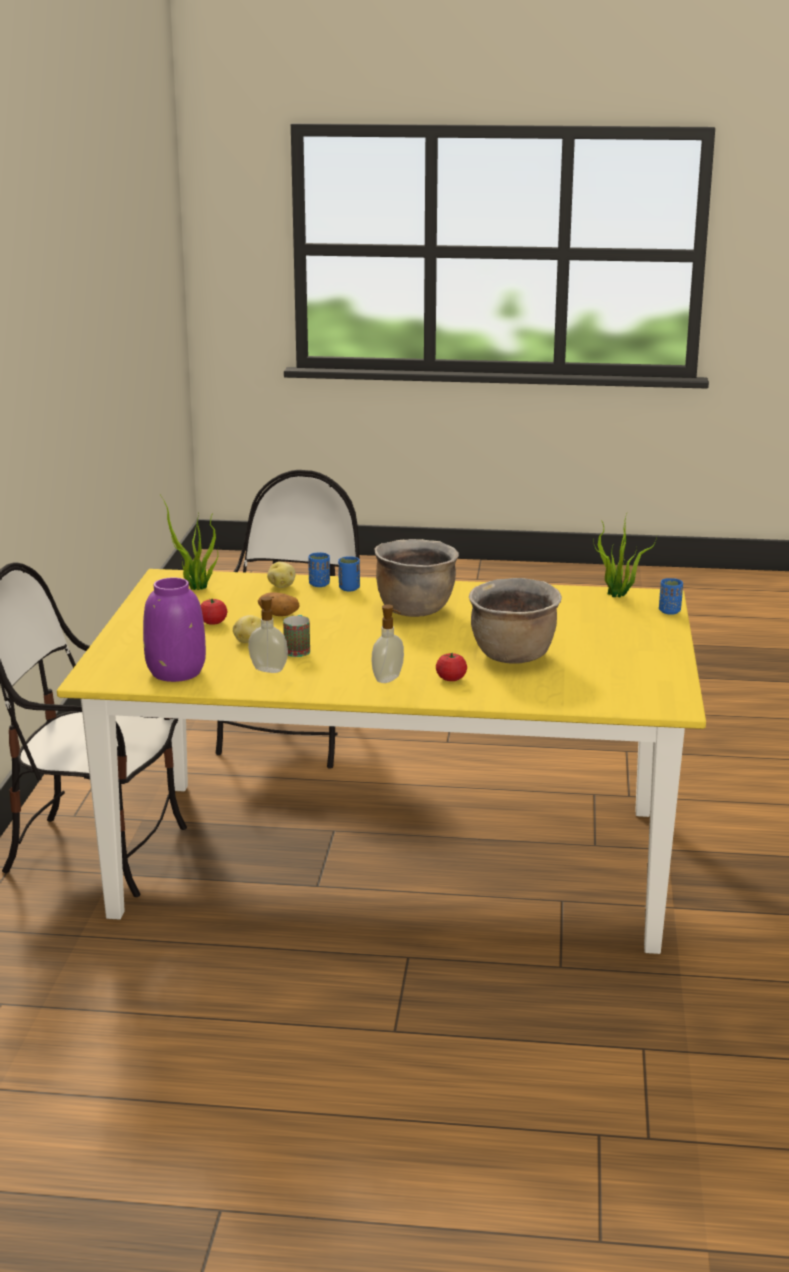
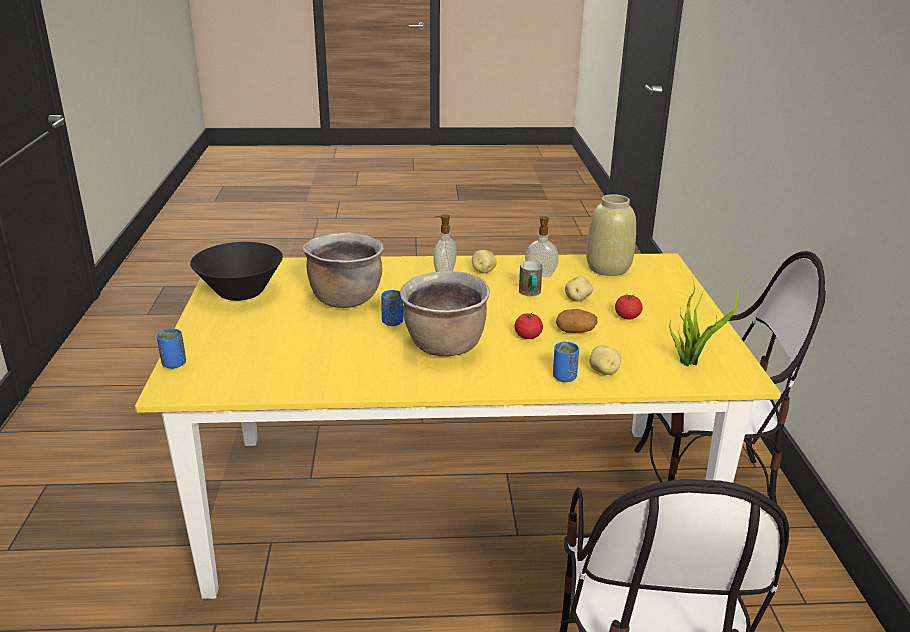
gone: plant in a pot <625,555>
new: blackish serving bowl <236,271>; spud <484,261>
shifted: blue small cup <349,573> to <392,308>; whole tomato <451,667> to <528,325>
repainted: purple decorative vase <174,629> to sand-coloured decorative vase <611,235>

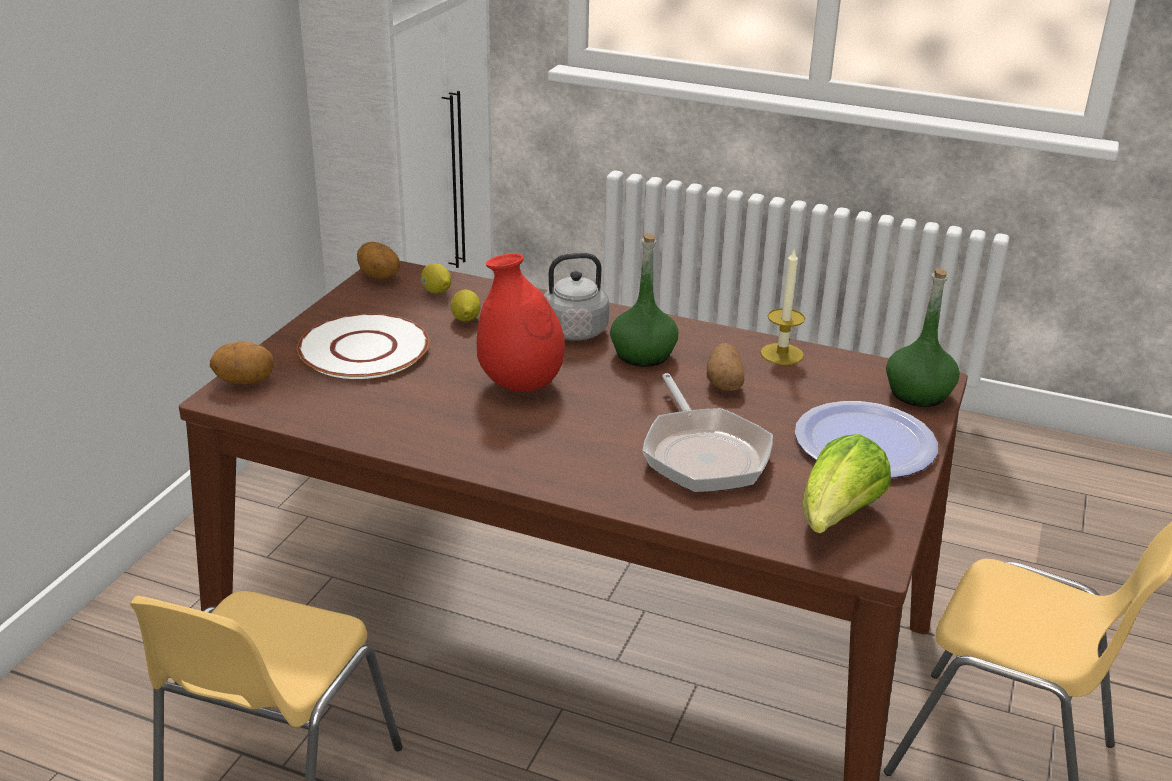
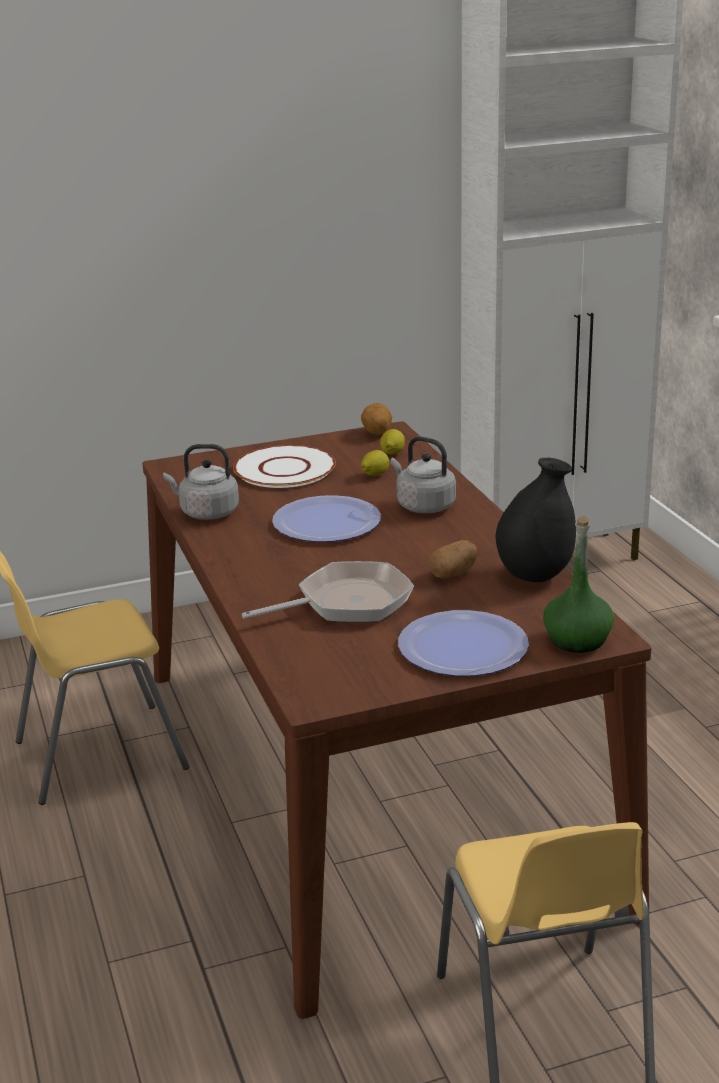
gone: spud <242,362>; greenish bottle <644,300>; head of lettuce <846,484>
new: greyish water kettle <201,482>
swapped: red-coloured decorative vase <521,322> to dinner plate <326,518>; wax light <782,306> to blackish decorative vase <535,520>
rotated: frying pan <707,432> = <328,591> 150 degrees counterclockwise

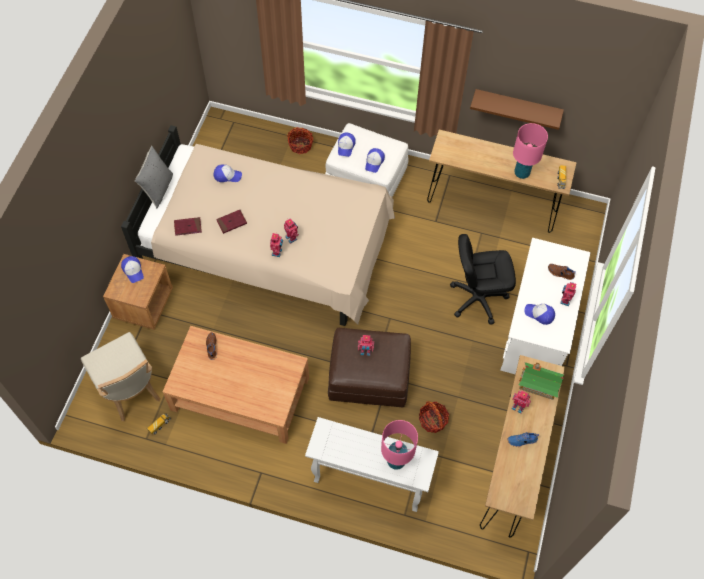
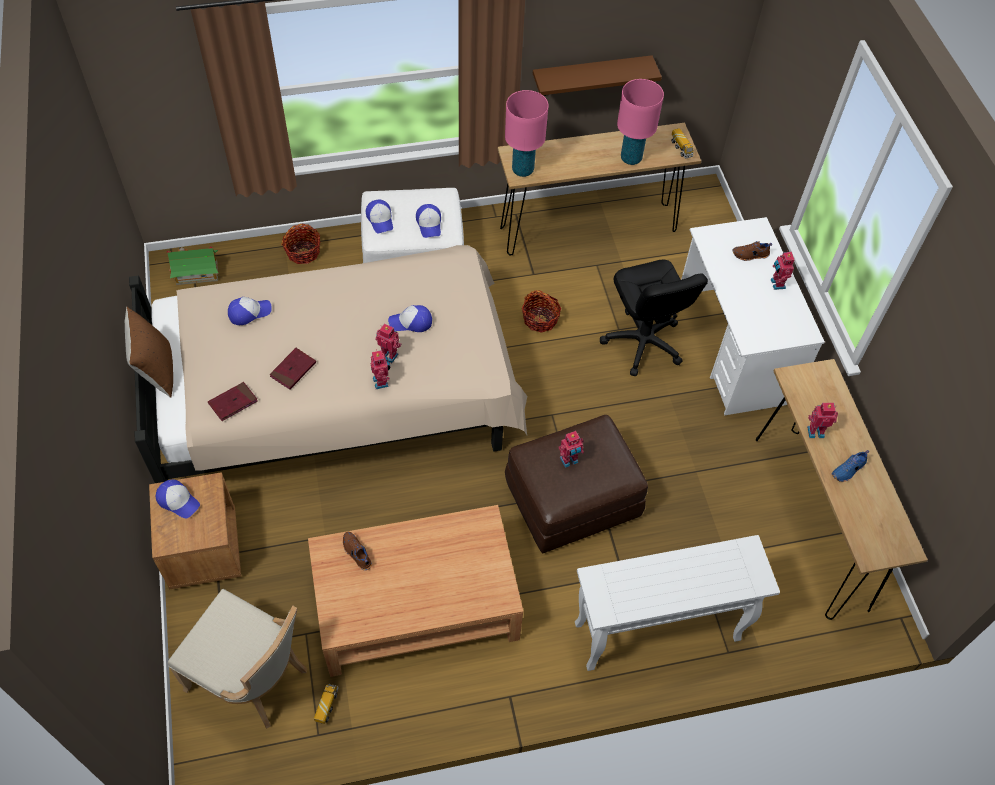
shifted: pinkish tabletop lamp <399,445> to <527,133>; storage basket <434,417> to <541,311>; model house <541,381> to <192,265>; cap <539,314> to <410,318>
repainted: greyish pillow <154,177> to brown pillow <149,352>
rotated: blackish computer chair <483,279> = <654,318> 75 degrees counterclockwise

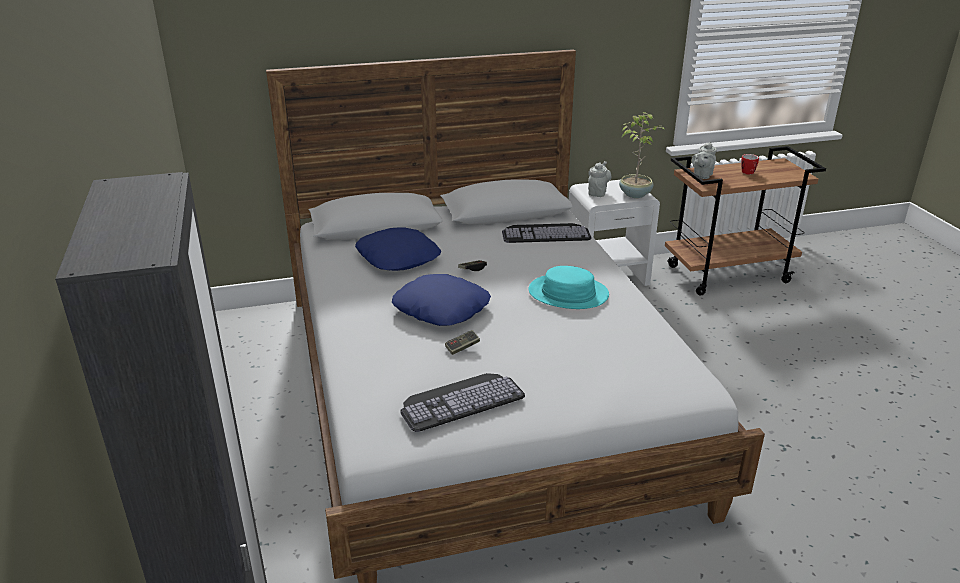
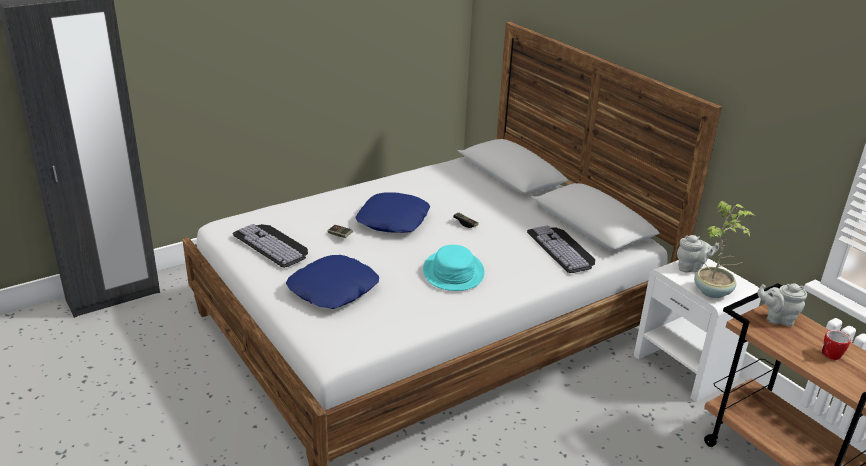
shifted: blue pillow <398,249> to <332,282>

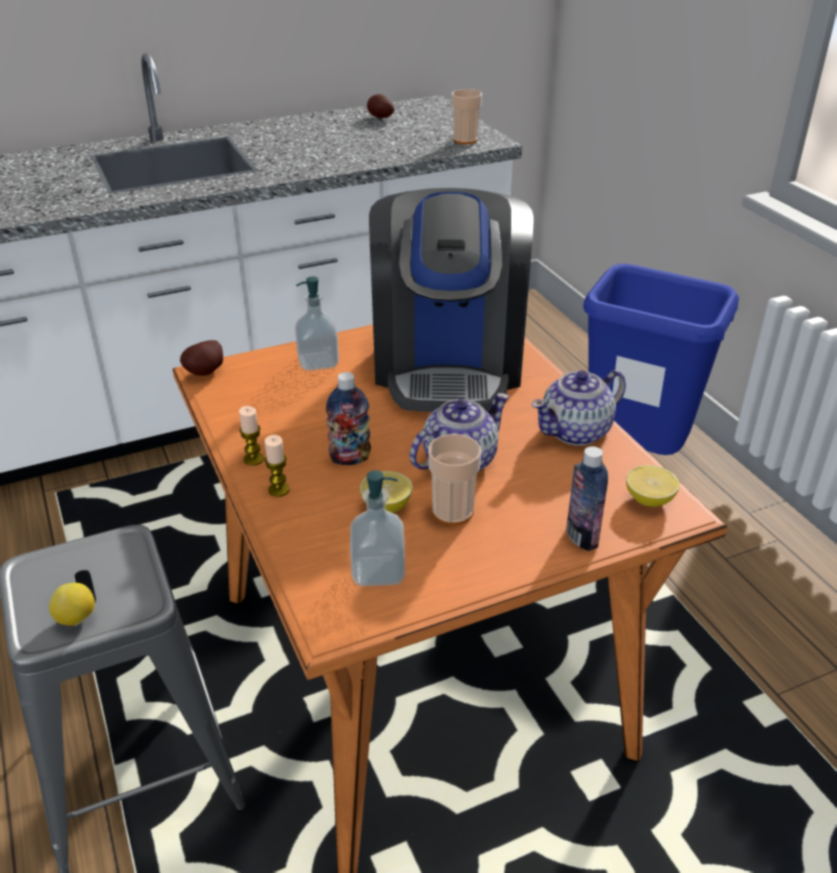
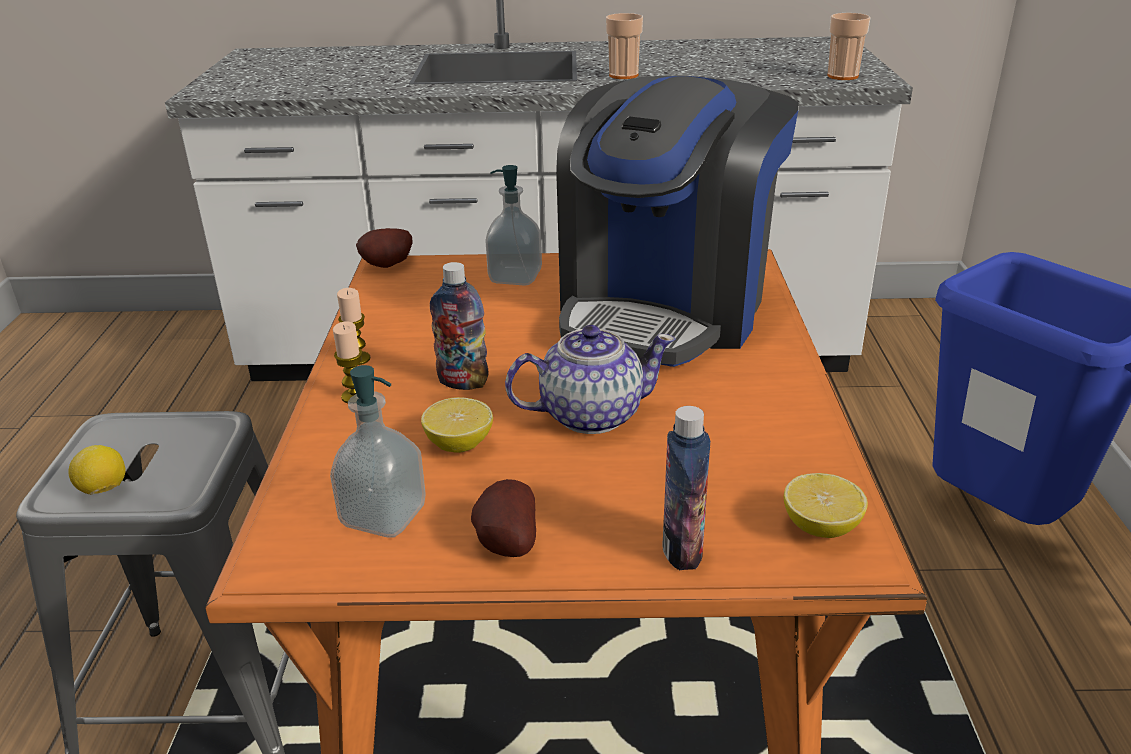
gone: teapot <579,408>
shifted: spud <380,106> to <503,518>; small cup <454,479> to <624,46>

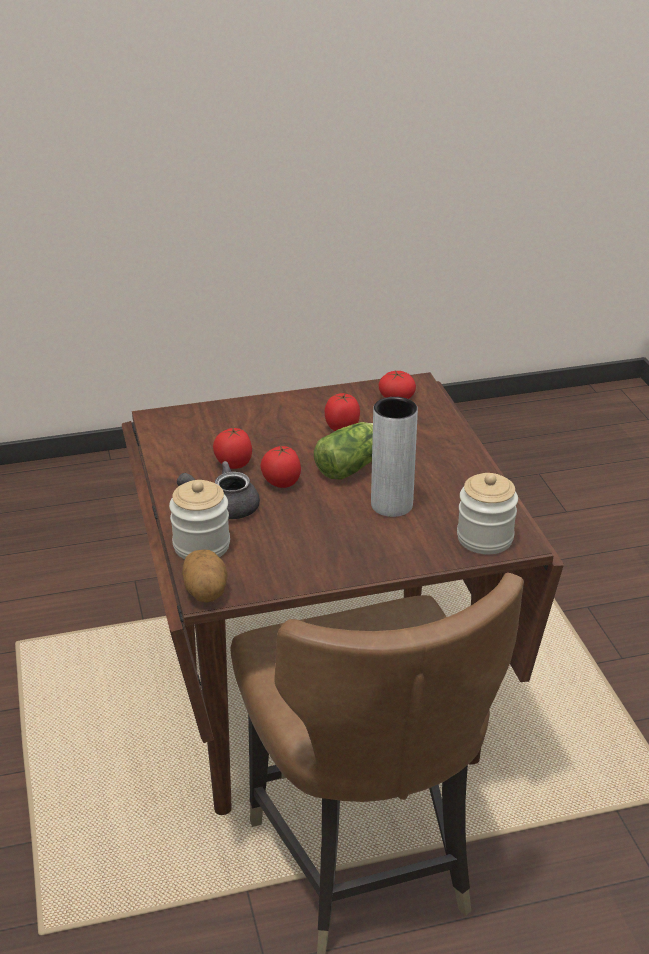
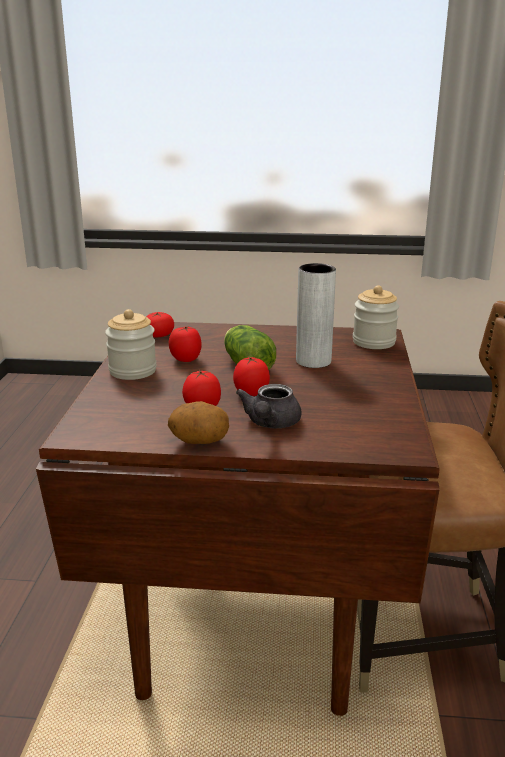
shifted: preserve jar <199,519> to <131,344>; spud <205,576> to <198,422>

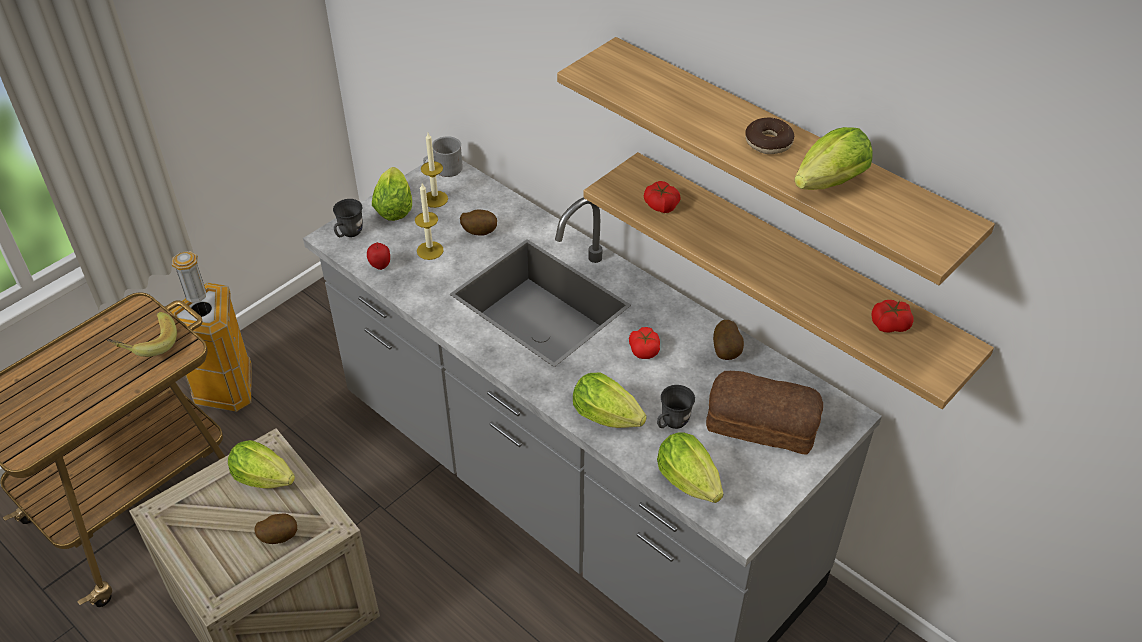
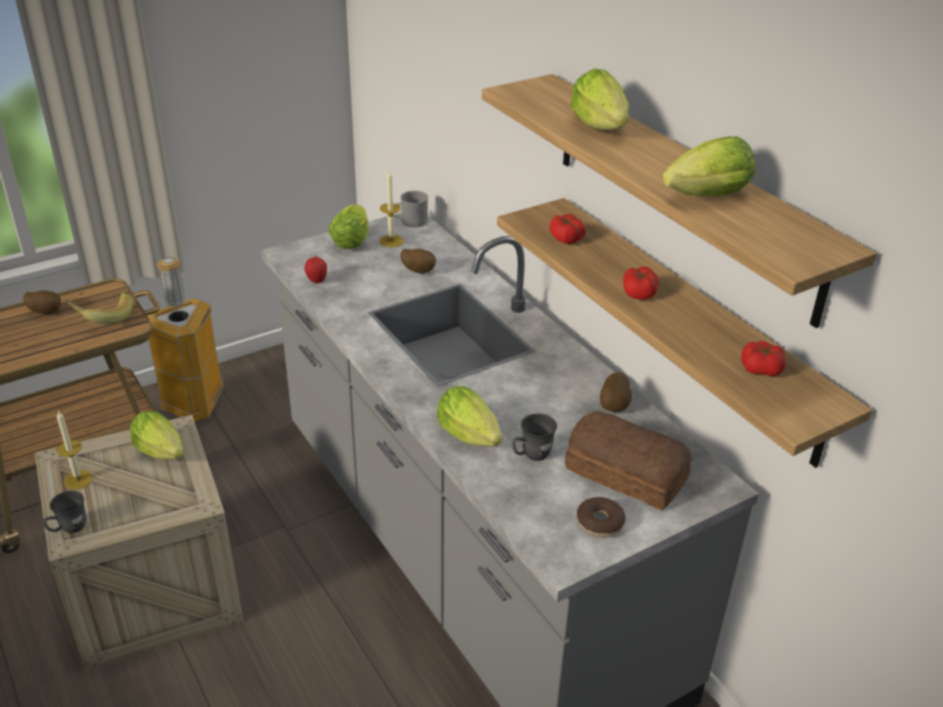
shifted: spud <275,528> to <42,302>; greyish mug <348,218> to <64,512>; wax light <429,222> to <74,450>; whole tomato <644,343> to <641,283>; head of lettuce <690,467> to <599,99>; donut <769,136> to <601,517>

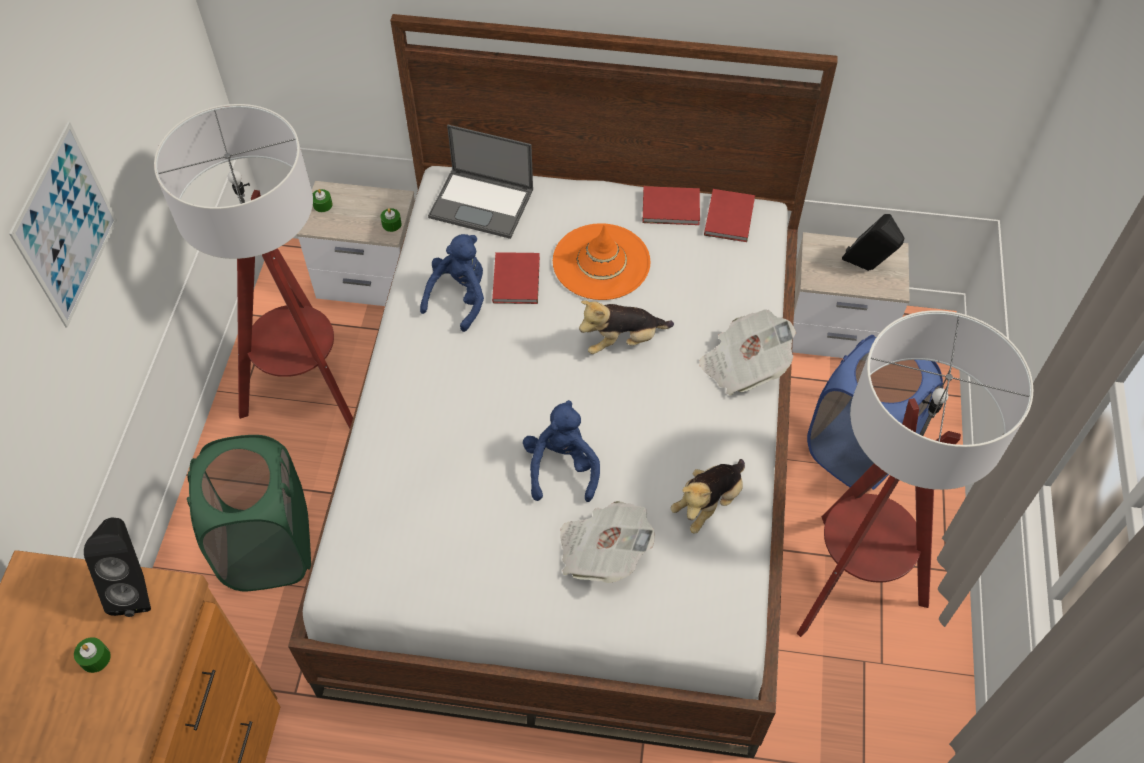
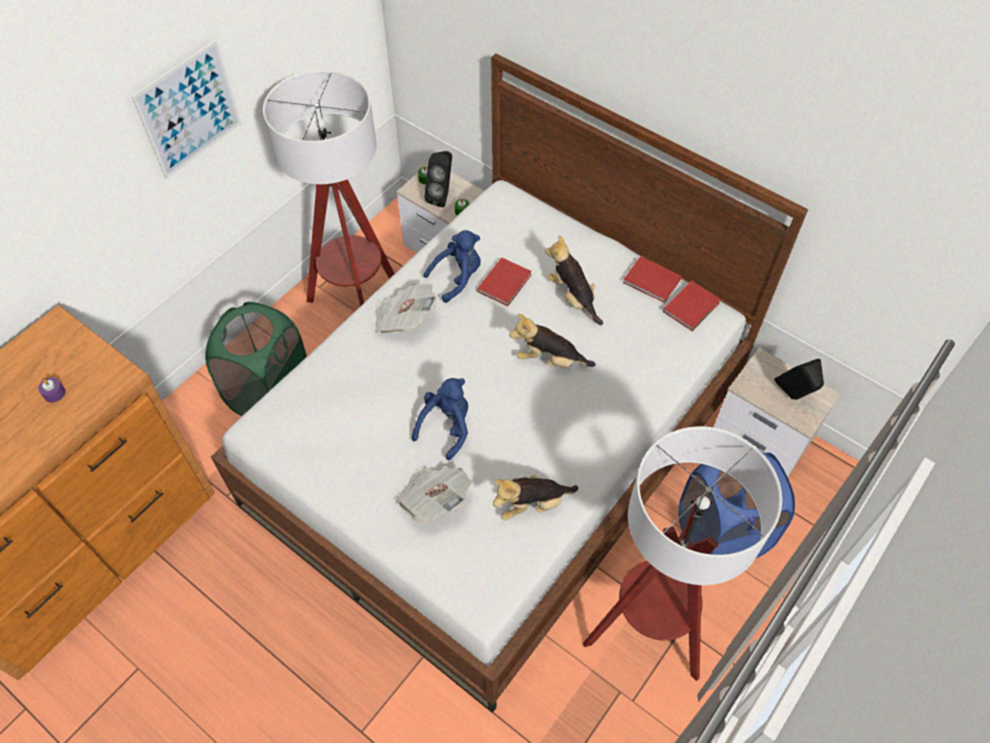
gone: notebook computer <480,182>
shifted: blackish speaker <117,567> to <438,179>; newspaper <747,352> to <405,308>
swapped: orangey hat <601,261> to soft toy <574,280>
repainted: greenish wax light <92,655> to purple wax light <51,390>

